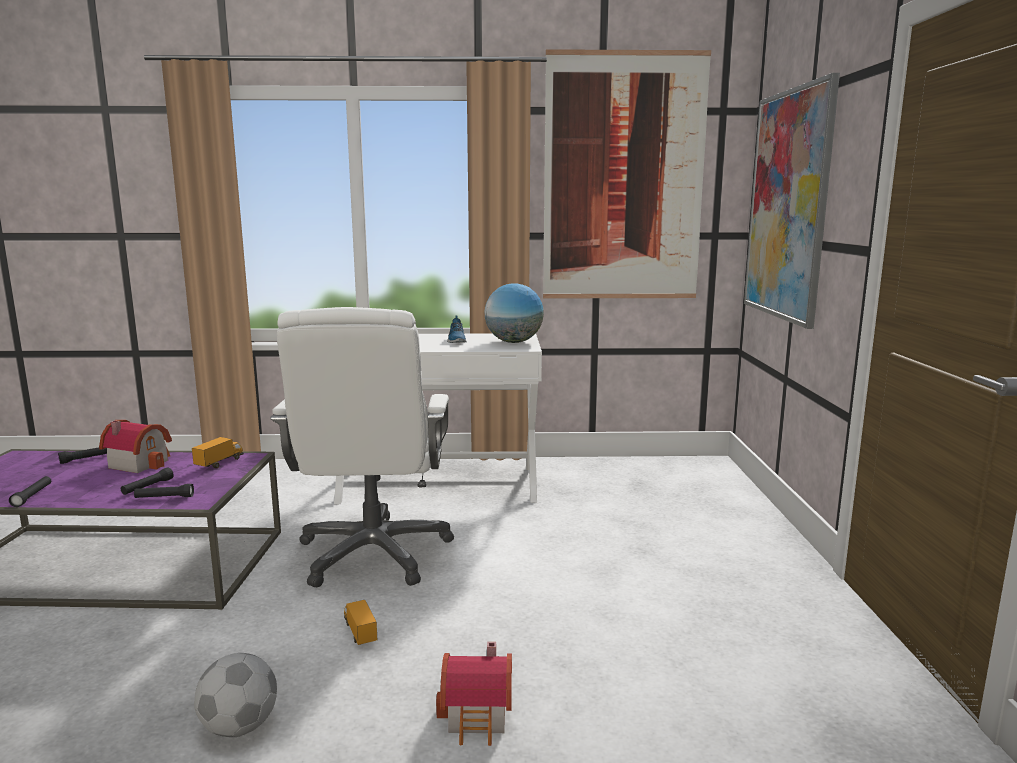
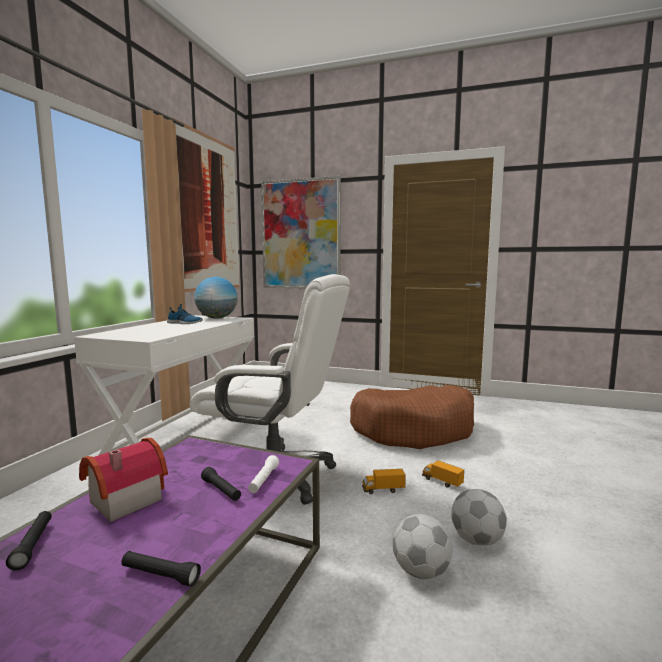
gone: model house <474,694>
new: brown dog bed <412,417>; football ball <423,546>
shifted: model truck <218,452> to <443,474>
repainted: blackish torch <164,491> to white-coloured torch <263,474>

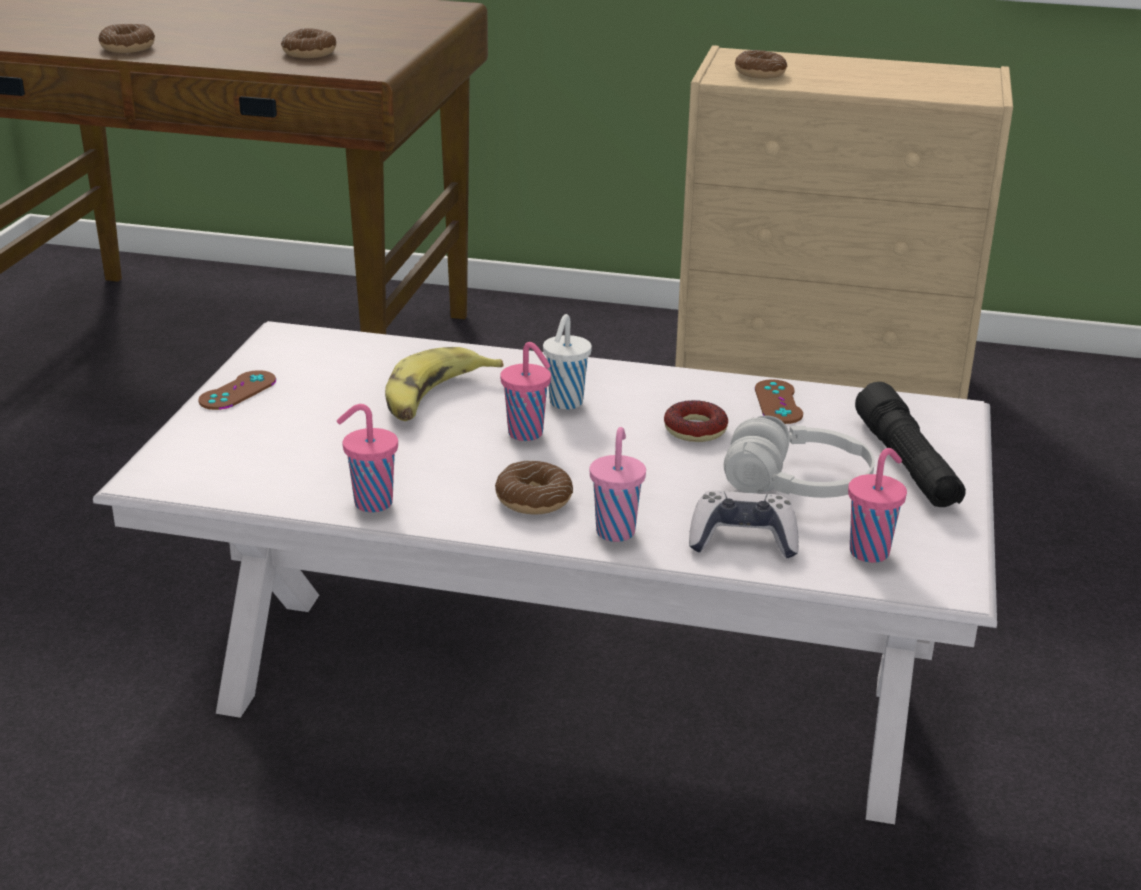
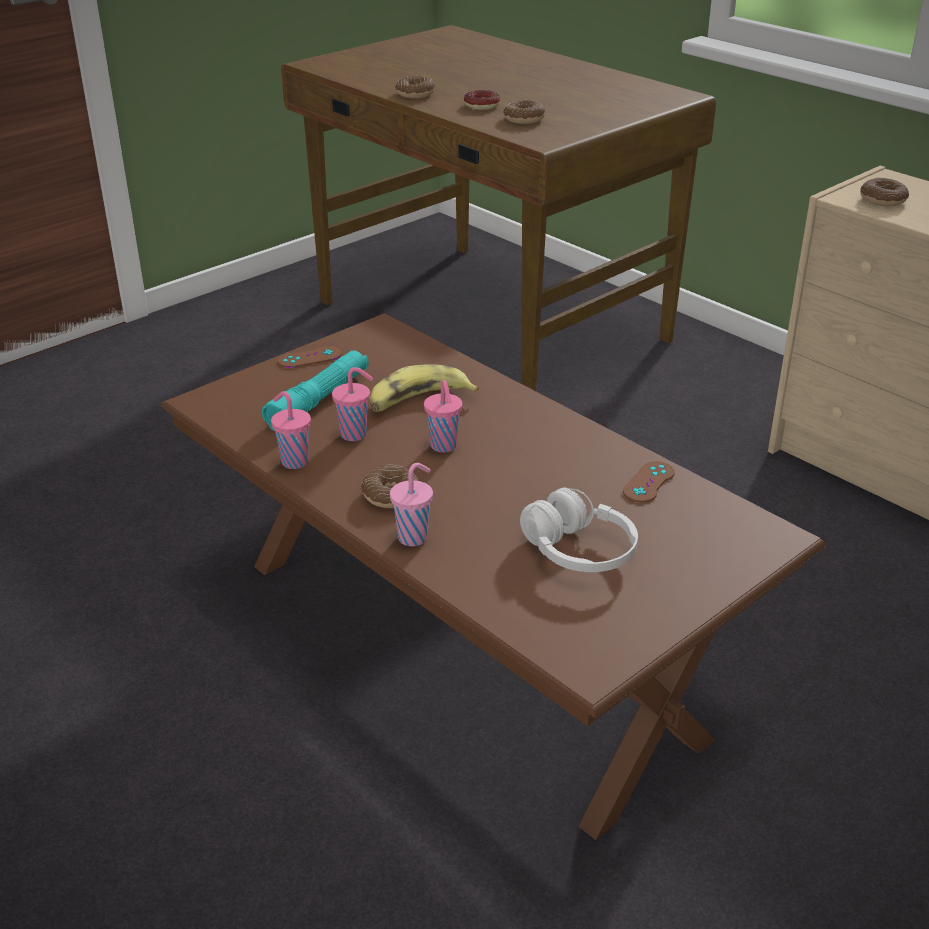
gone: white-coloured small cup <567,362>; joypad <744,524>; blackish torch <910,444>
new: turquoise torch <315,390>
shifted: donut <696,421> to <482,100>; pinkish small cup <877,505> to <352,404>
repainted: white-coloured low table <545,572> to brown low table <493,576>

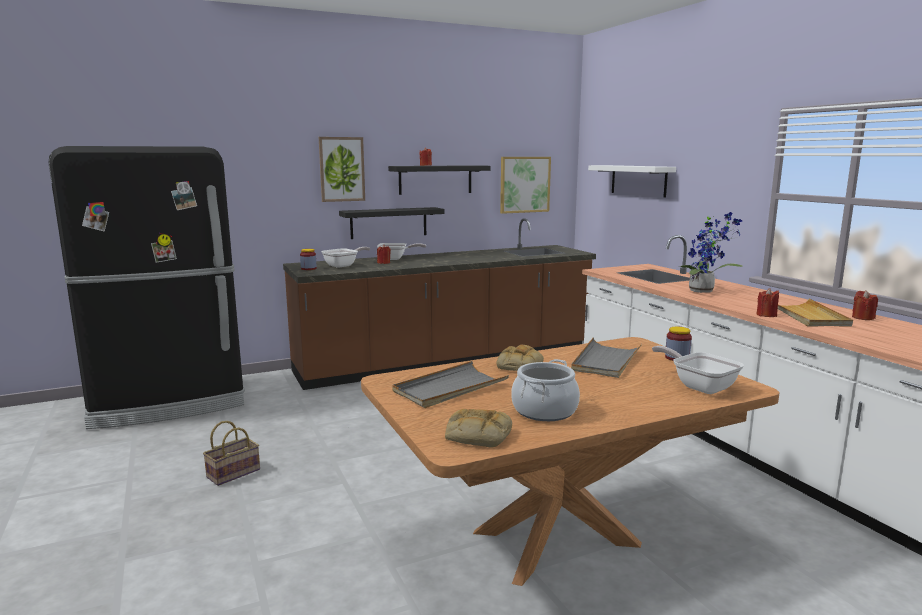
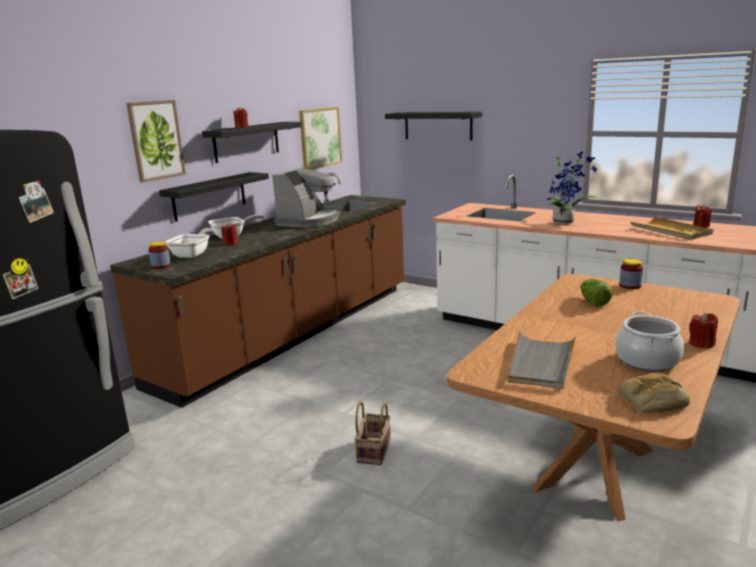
gone: bread <520,357>; frying pan <698,370>
new: coffee machine <306,197>
shifted: storage basket <231,453> to <372,433>; red-coloured wax light <767,302> to <703,331>
swapped: greyish tray <606,357> to head of lettuce <596,293>
repainted: white-coloured shelf <632,181> to blackish shelf <433,126>

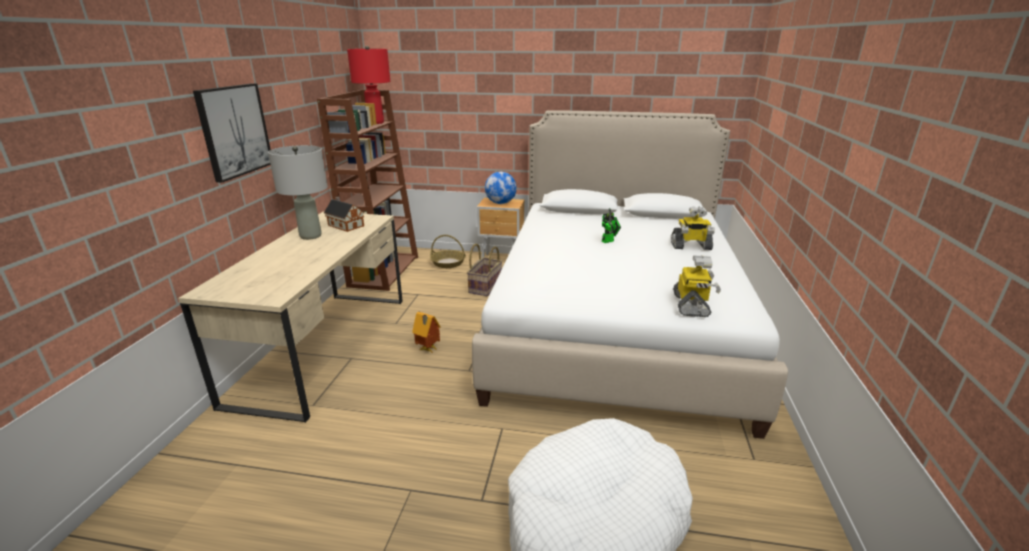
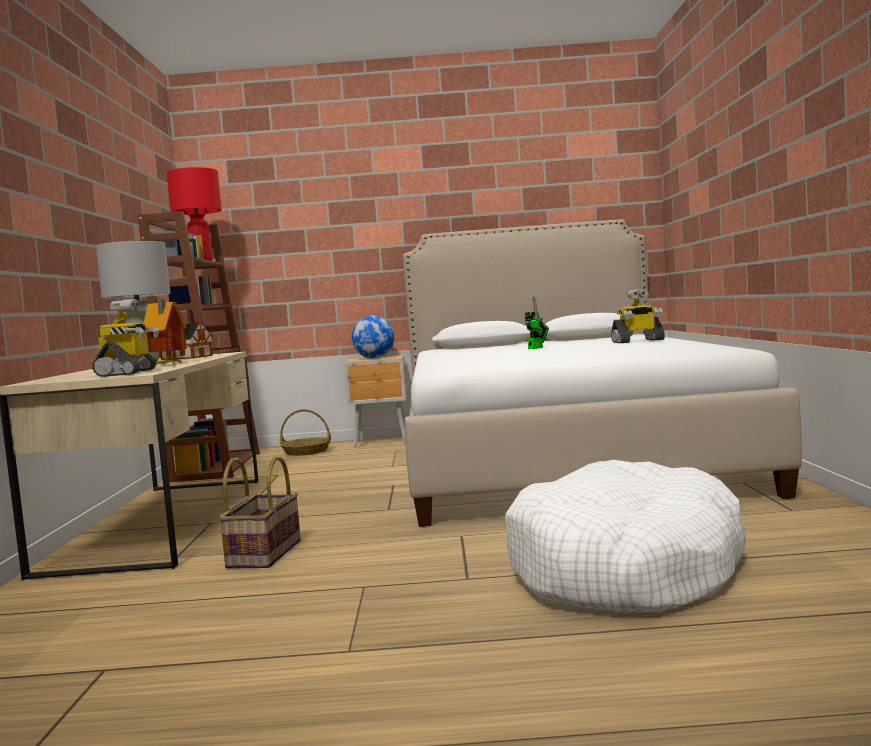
gone: picture <232,133>
shifted: model house <426,332> to <165,332>; storage basket <485,269> to <259,512>; model robot <697,286> to <125,338>

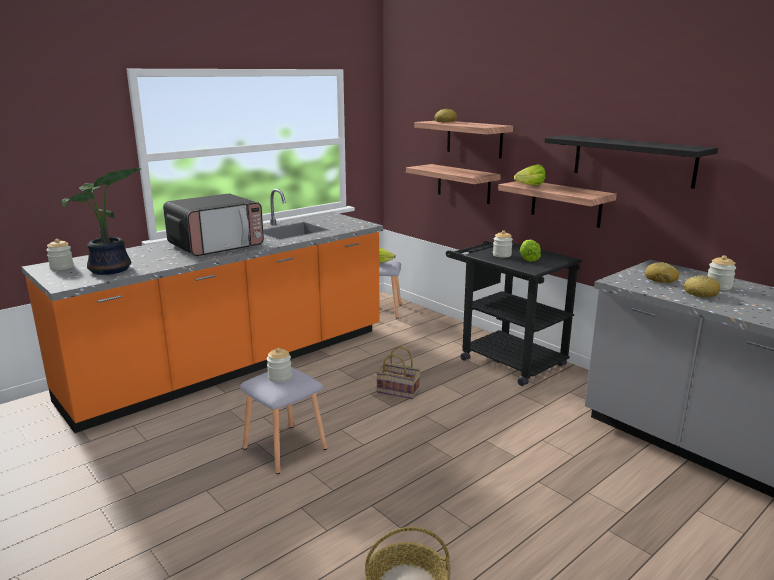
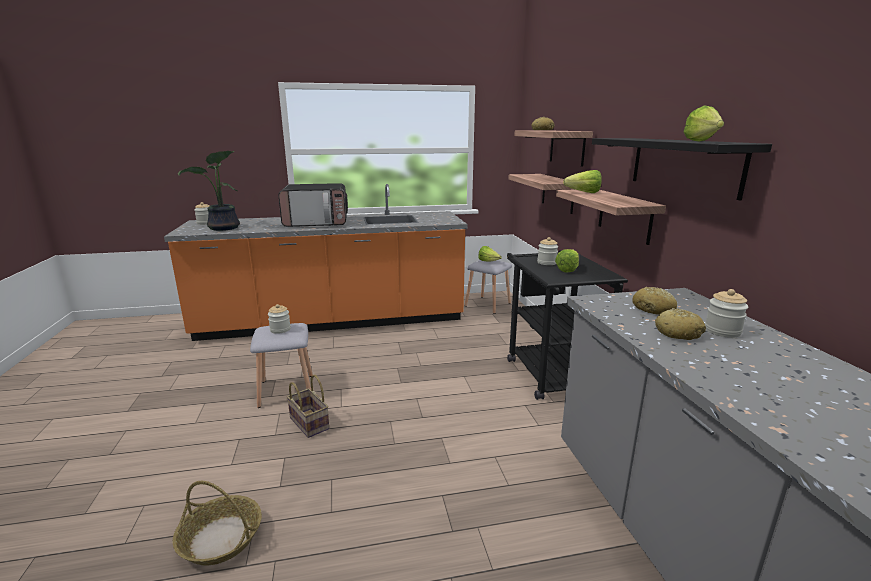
new: head of lettuce <703,123>
shifted: storage basket <398,372> to <308,406>

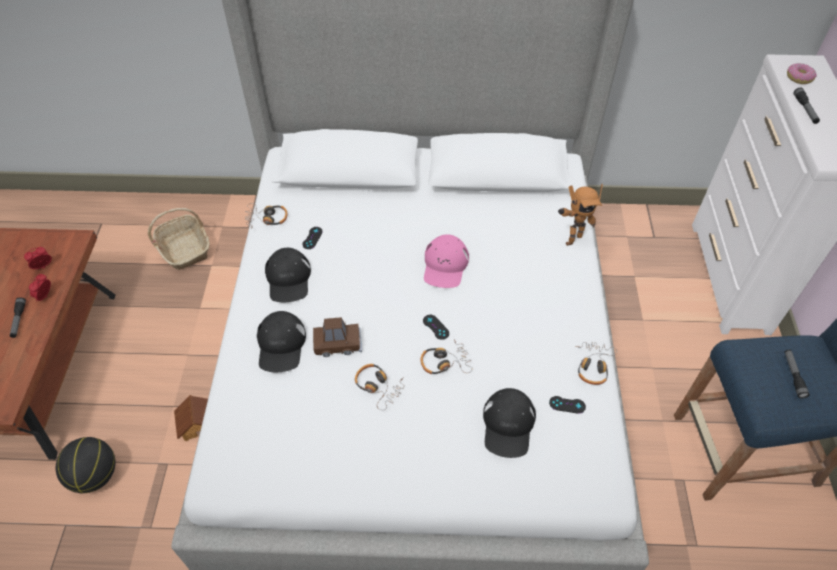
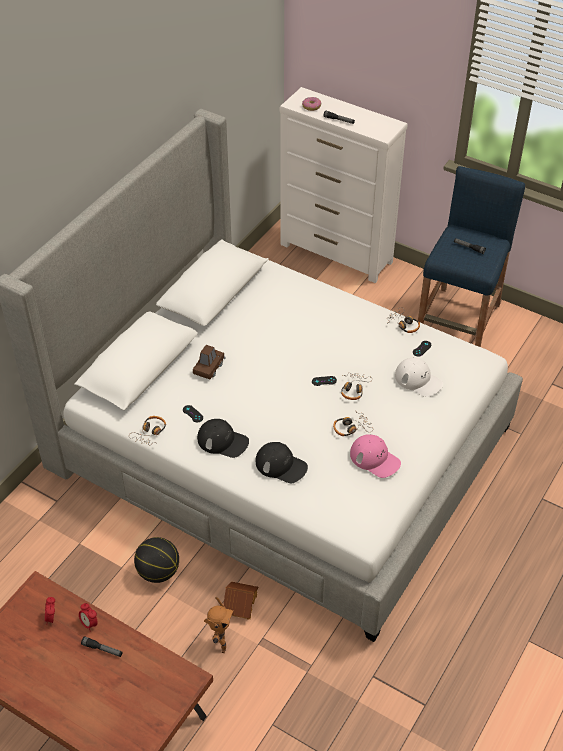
gone: storage basket <179,239>
shifted: ball for basketball <85,465> to <156,560>; brown miniature car <337,337> to <209,362>; pinkish cap <446,261> to <375,456>; model robot <580,215> to <219,625>
repainted: blackish cap <509,423> to white-coloured cap <419,377>

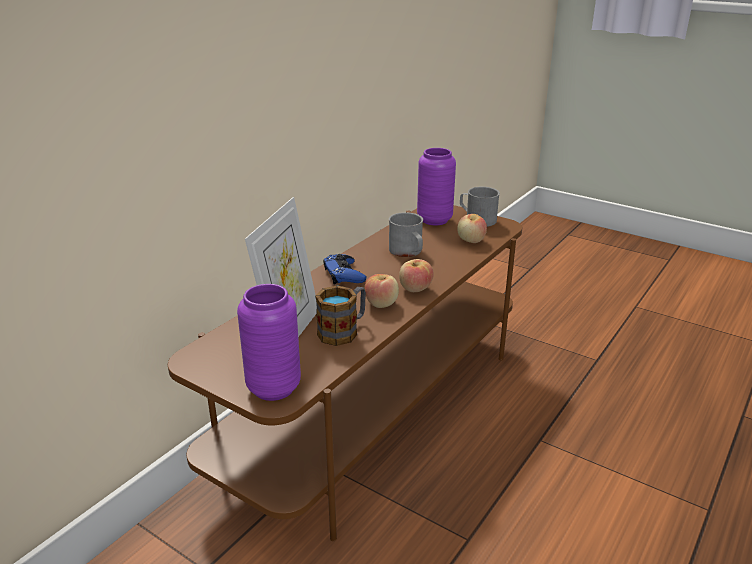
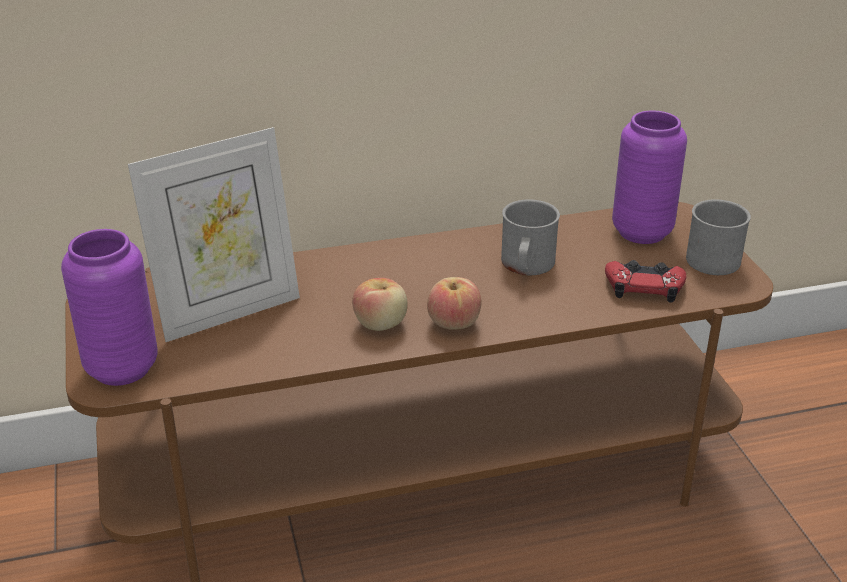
gone: mug <340,316>; blue joypad <345,269>
swapped: whole apple <472,228> to red-coloured joypad <645,281>

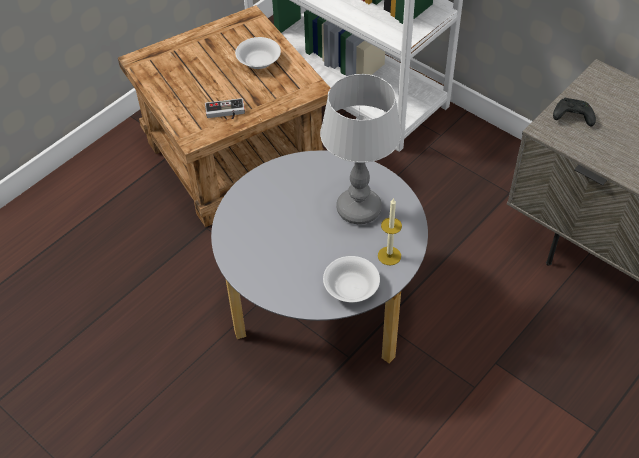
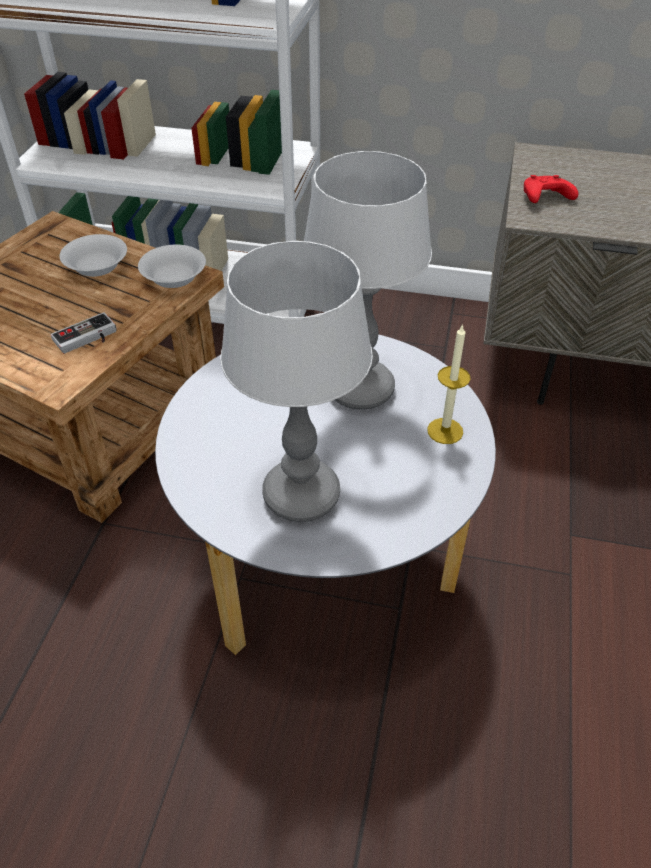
new: tabletop lamp <296,381>
shifted: white-coloured serving bowl <351,279> to <172,266>
repainted: blackish joypad <574,112> to red-coloured joypad <551,189>

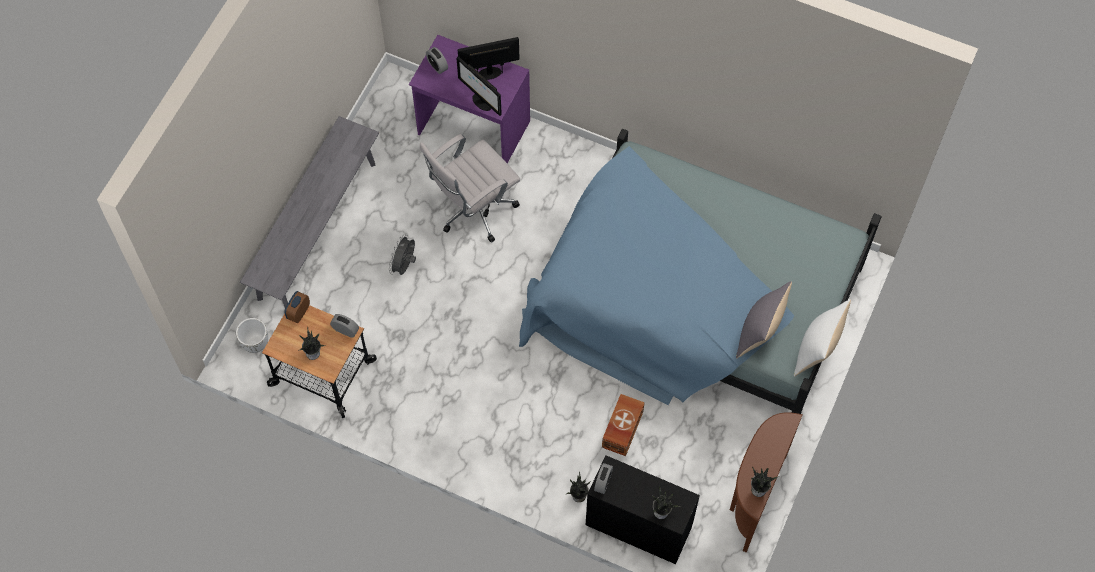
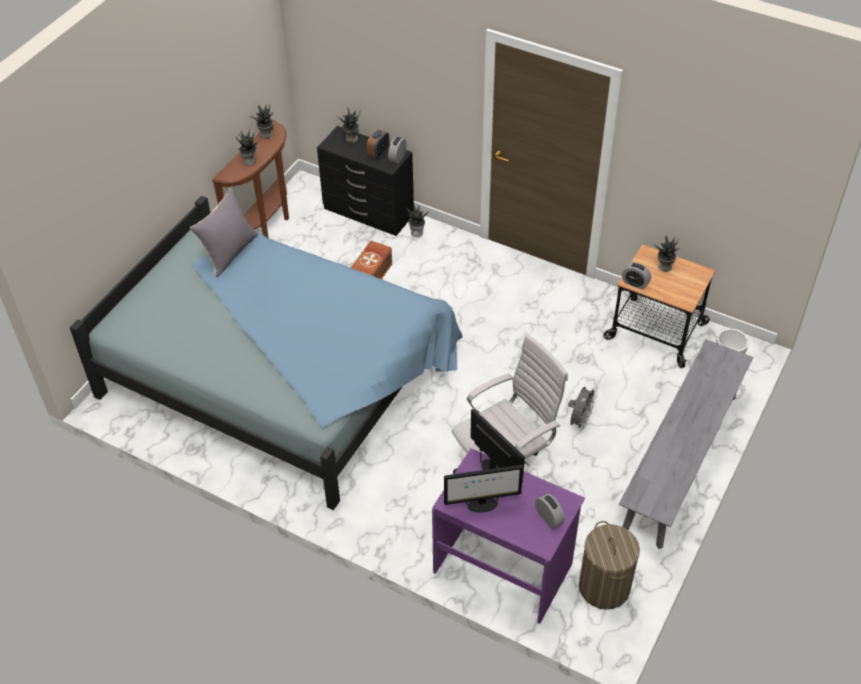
gone: white-coloured pillow <822,338>
new: plant in a pot <248,147>; washing basket <609,565>
shifted: alarm clock <297,307> to <378,144>

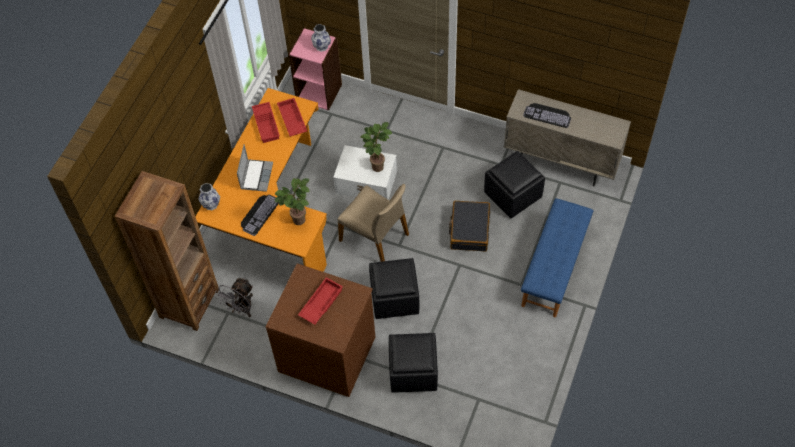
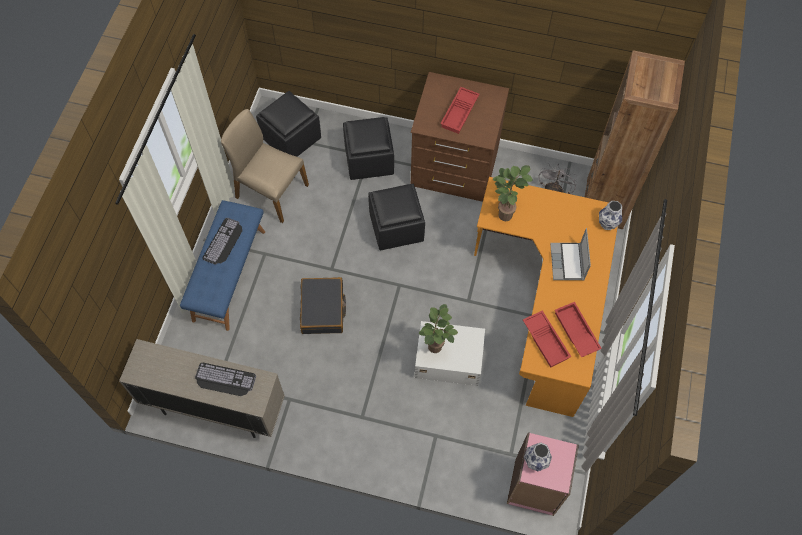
shifted: keyboard <260,215> to <222,241>; sand-coloured plain chair <373,223> to <265,166>; blackish pouffe <514,184> to <288,124>

